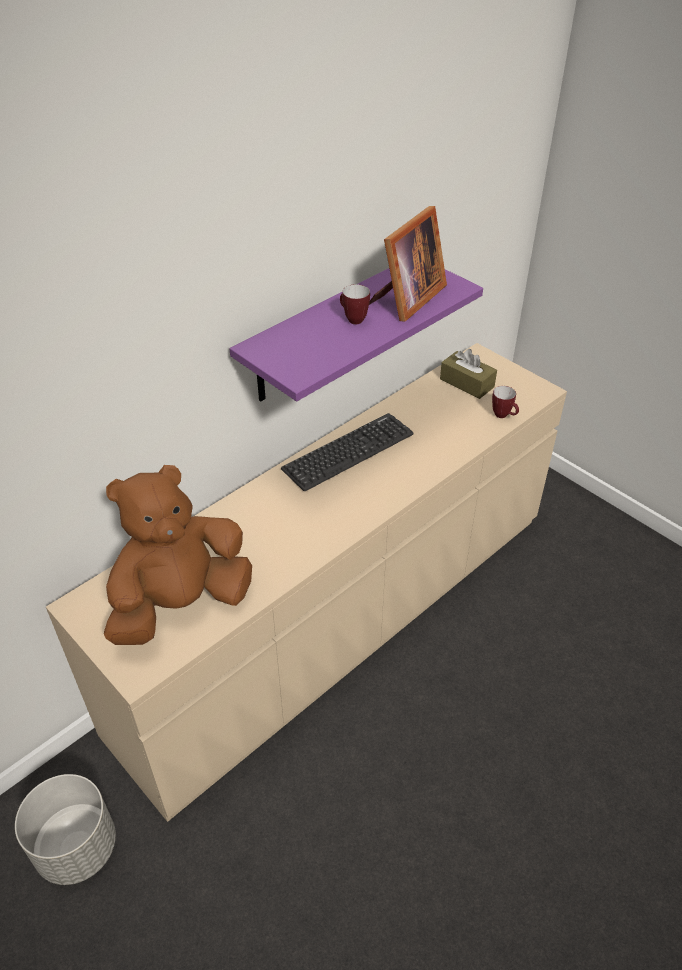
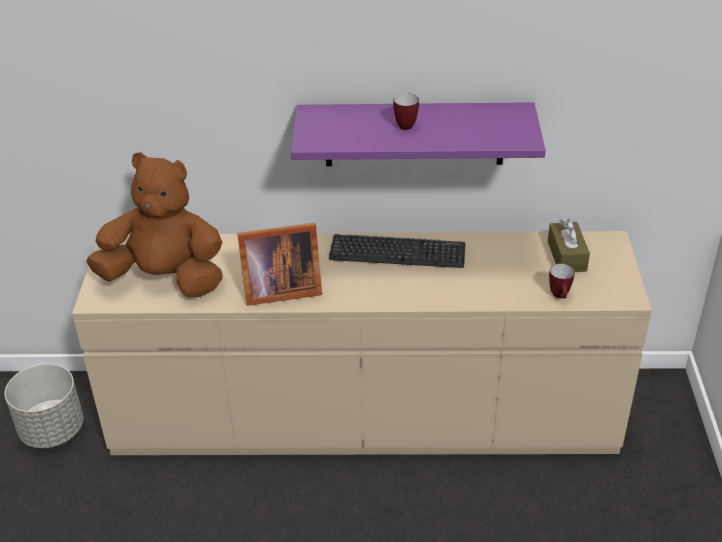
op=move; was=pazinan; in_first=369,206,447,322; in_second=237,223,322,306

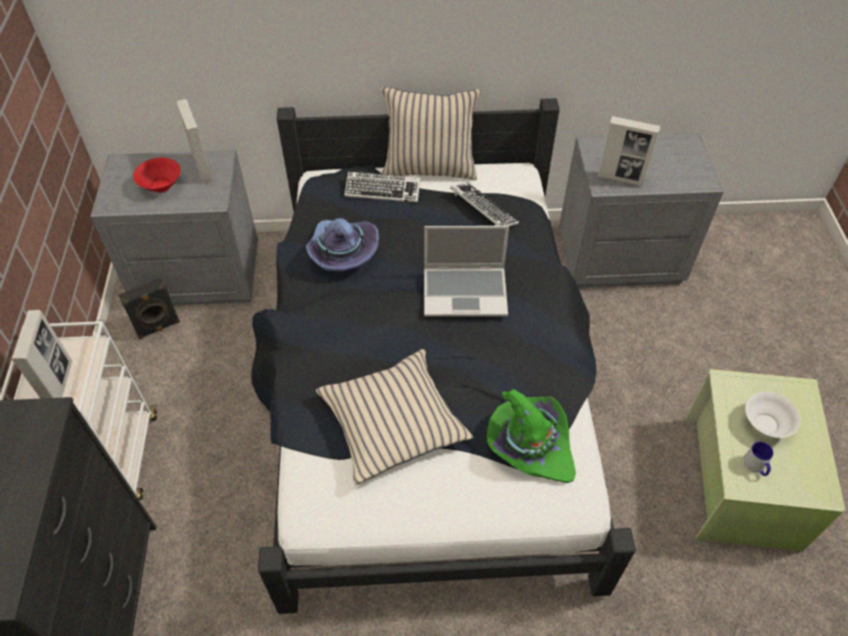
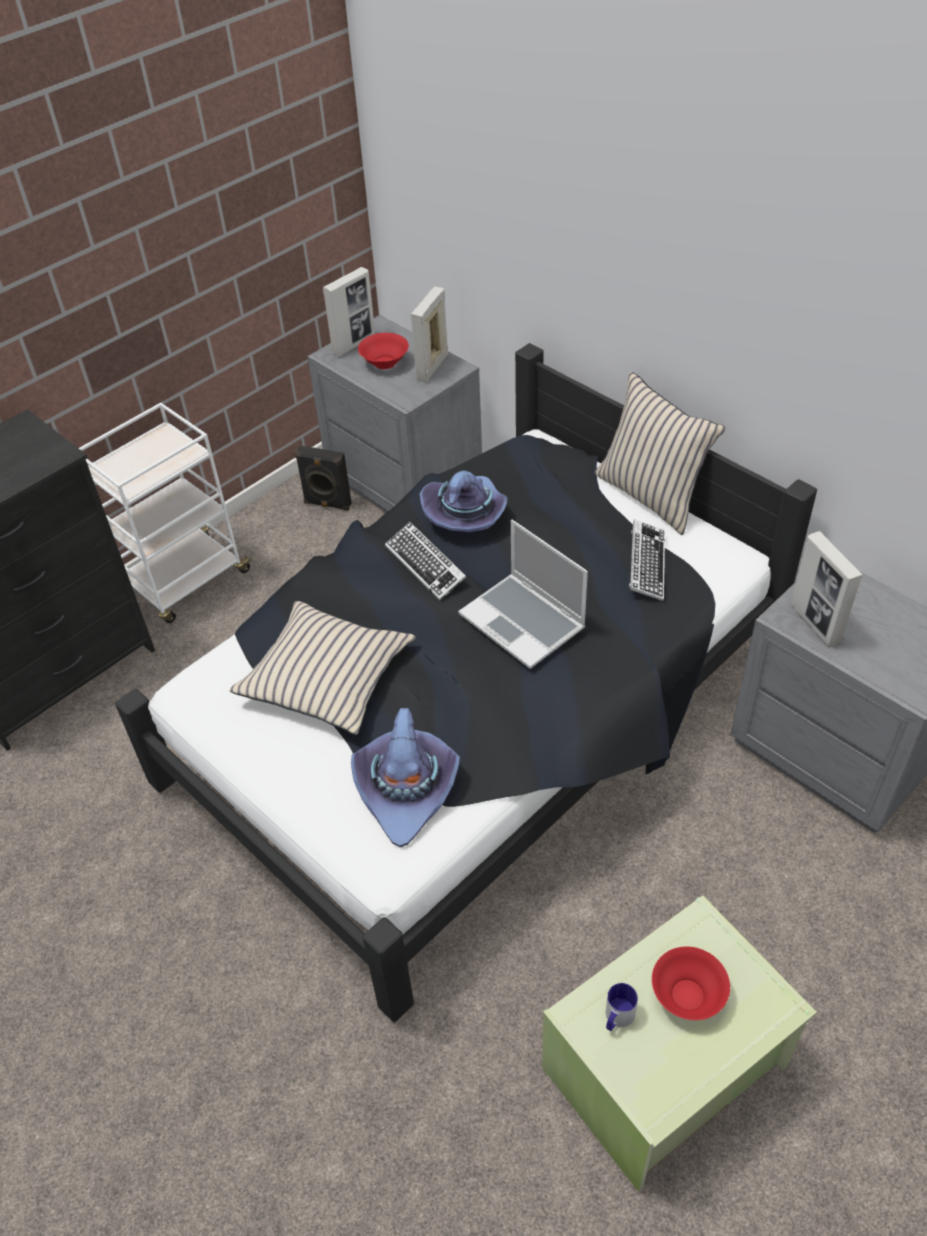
op=move; was=pazinan; in_first=11,310,72,399; in_second=323,267,375,357
op=move; was=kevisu; in_first=345,172,421,203; in_second=385,522,466,601
op=recolor; was=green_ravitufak; now=purple_ravitufak; in_first=487,389,576,483; in_second=351,708,460,847
op=recolor; was=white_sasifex; now=red_sasifex; in_first=745,392,801,438; in_second=652,946,730,1020

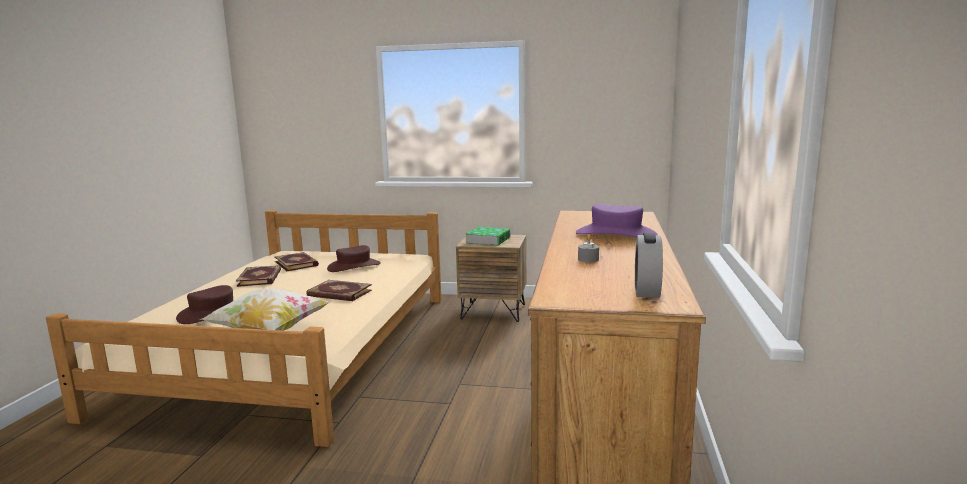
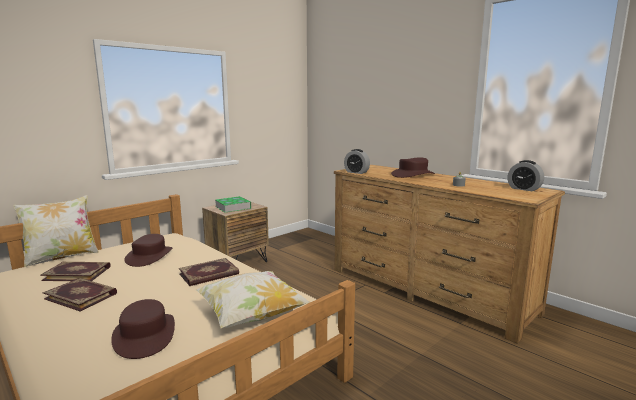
op=recolor; was=purple_ravitufak; now=brown_ravitufak; in_first=576,204,658,237; in_second=391,157,435,178
op=insert; now=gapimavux; in_second=13,195,99,267
op=insert; now=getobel; in_second=344,149,370,174

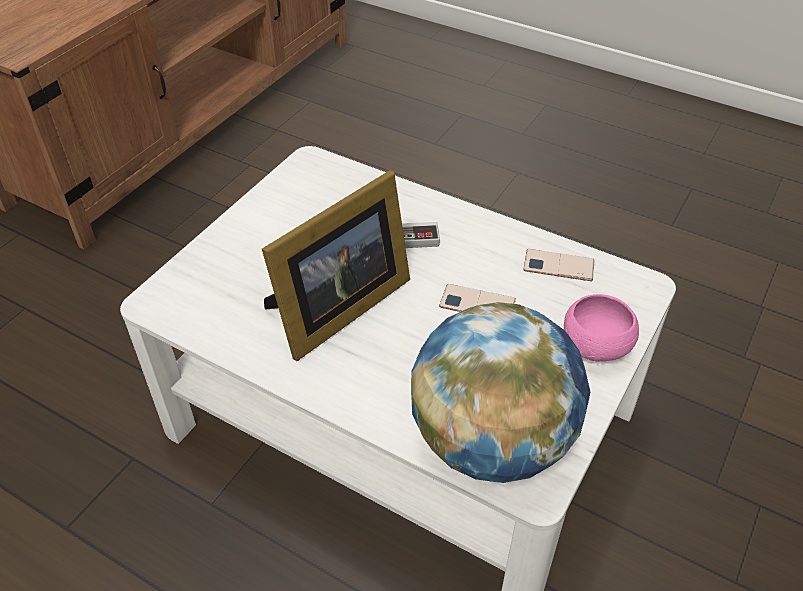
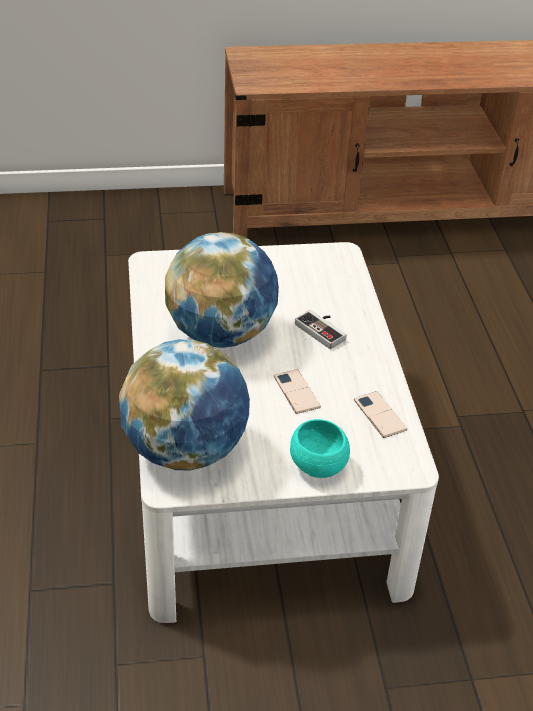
op=replace; was=pazinan; now=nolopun; in_first=262,170,410,361; in_second=165,232,279,348
op=recolor; was=pink_sasifex; now=turquoise_sasifex; in_first=564,294,639,362; in_second=290,419,350,478

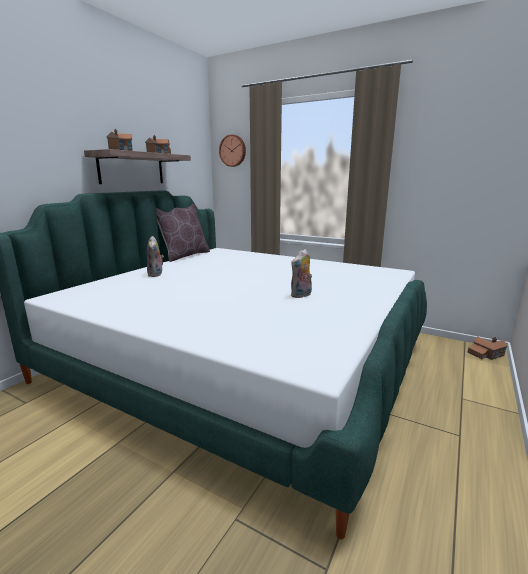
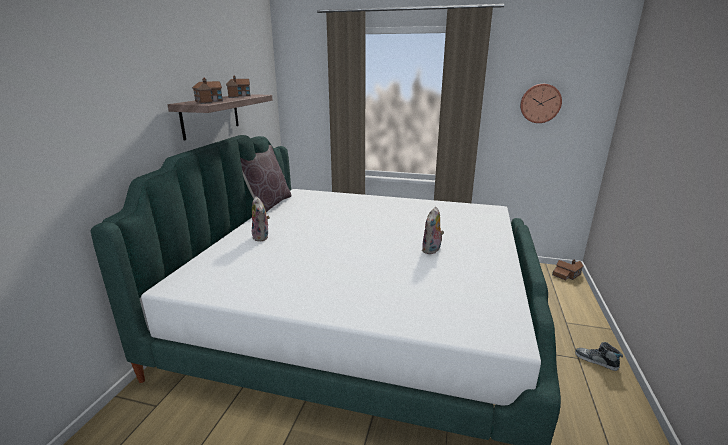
op=move; was=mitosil; in_first=219,134,246,167; in_second=520,84,562,123
op=insert; now=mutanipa; in_second=575,342,623,371

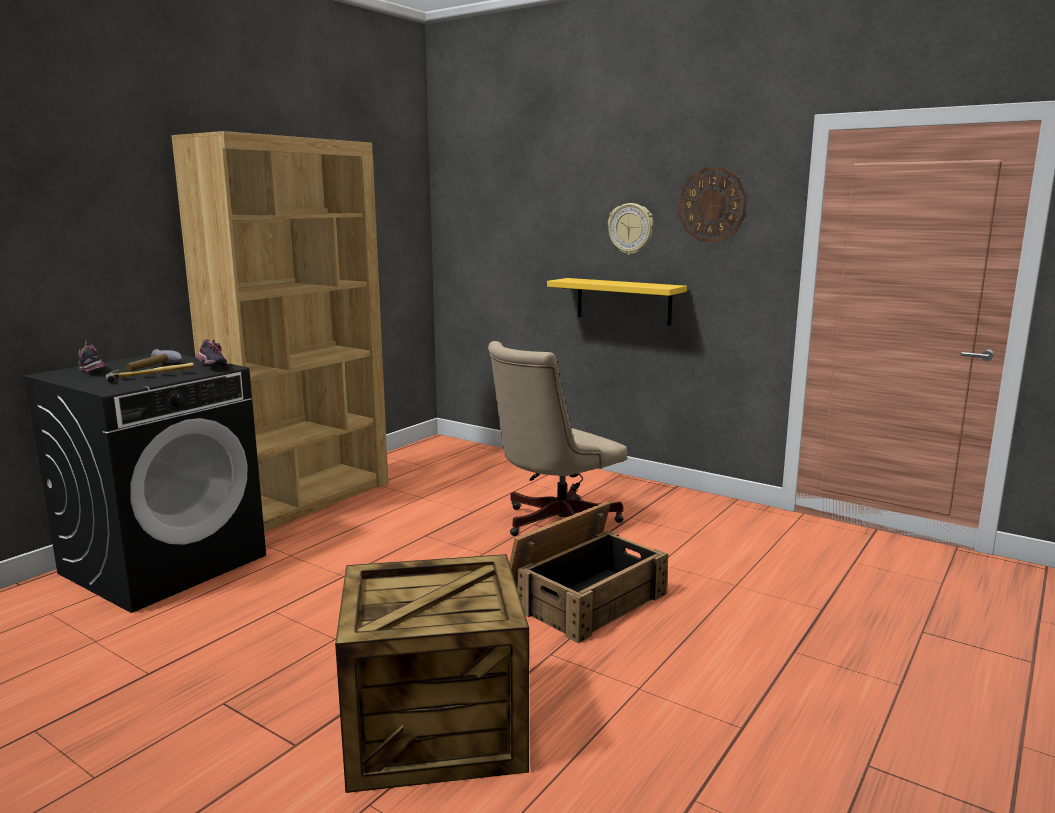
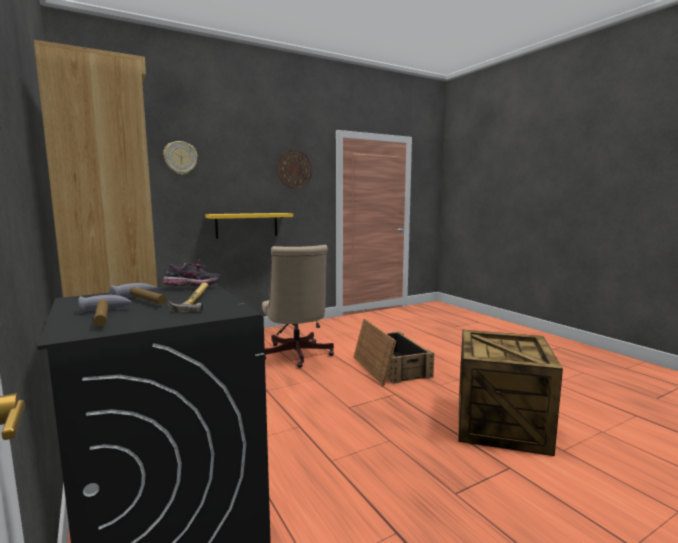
op=replace; was=mutanipa; now=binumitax; in_first=78,341,106,373; in_second=78,295,132,326
op=move; was=mitosil; in_first=608,203,653,255; in_second=163,141,198,175

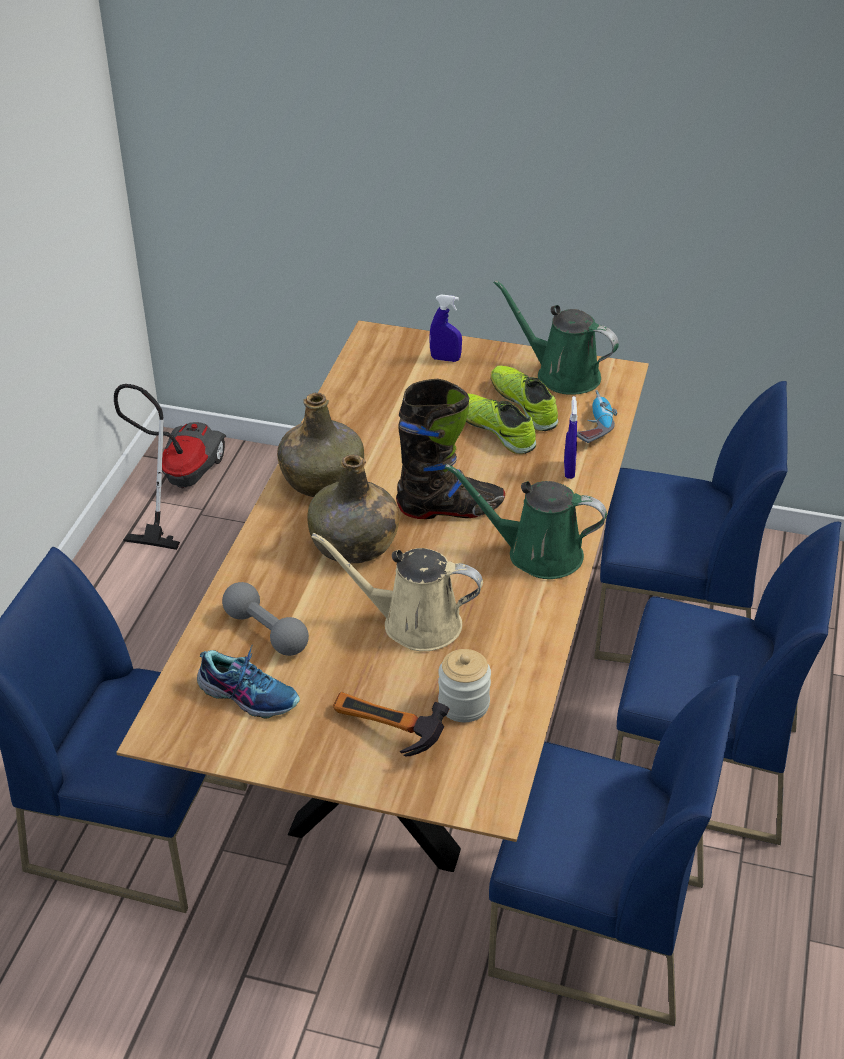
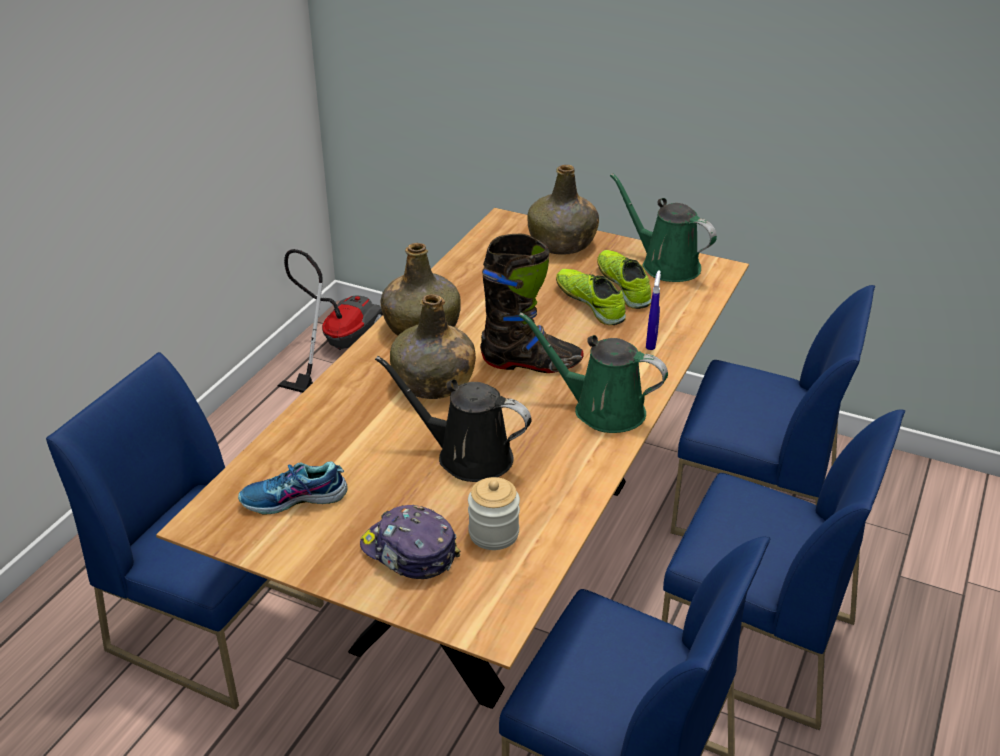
op=rotate; was=mutanipa; in_first=197,644,300,719; in_second=238,461,348,515; clockwise=135
op=delete; was=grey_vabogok; in_first=222,582,309,656
op=recolor; was=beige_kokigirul; now=black_kokigirul; in_first=311,533,483,651; in_second=375,356,532,482
op=replace; was=binumitax; now=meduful; in_first=333,692,449,756; in_second=360,505,460,579
op=replace; was=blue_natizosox; now=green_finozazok; in_first=429,294,462,362; in_second=527,165,599,255
op=delete; was=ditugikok; in_first=577,390,617,443

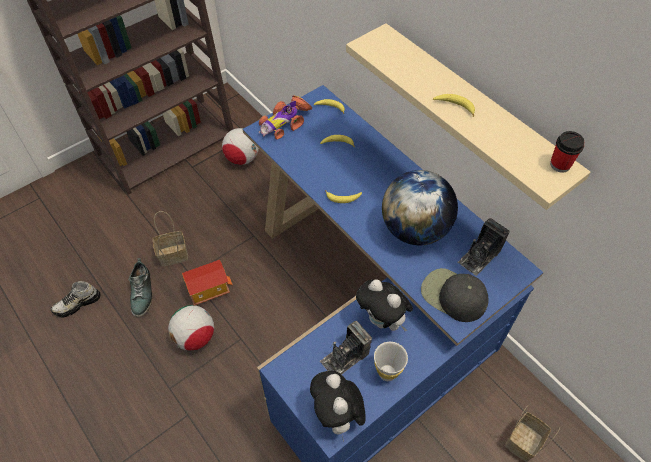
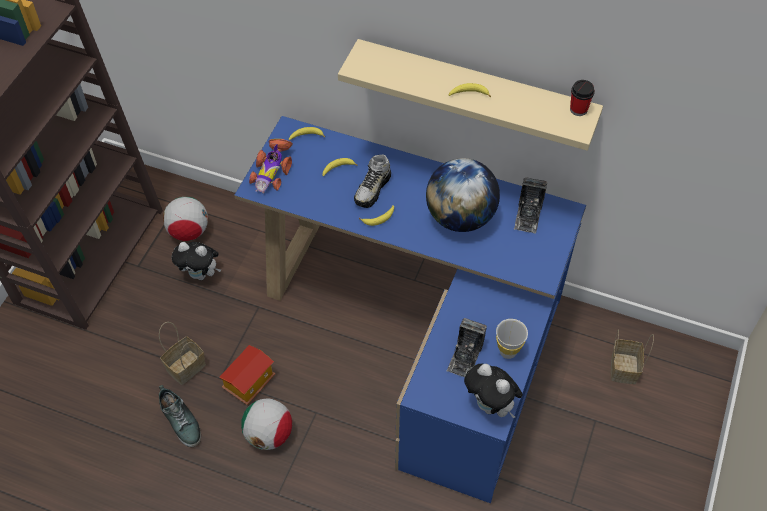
op=move; was=mutanipa; in_first=51,281,101,317; in_second=354,154,391,208
op=move; was=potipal; in_first=356,279,413,331; in_second=172,242,221,280
op=delete; was=black_meduful; in_first=421,268,489,322

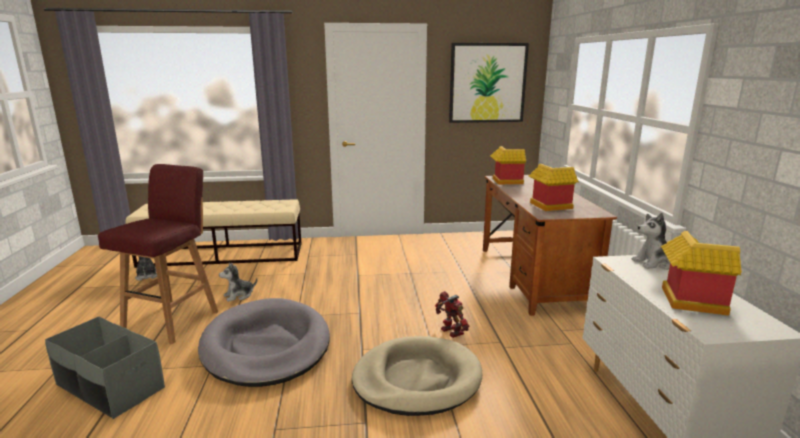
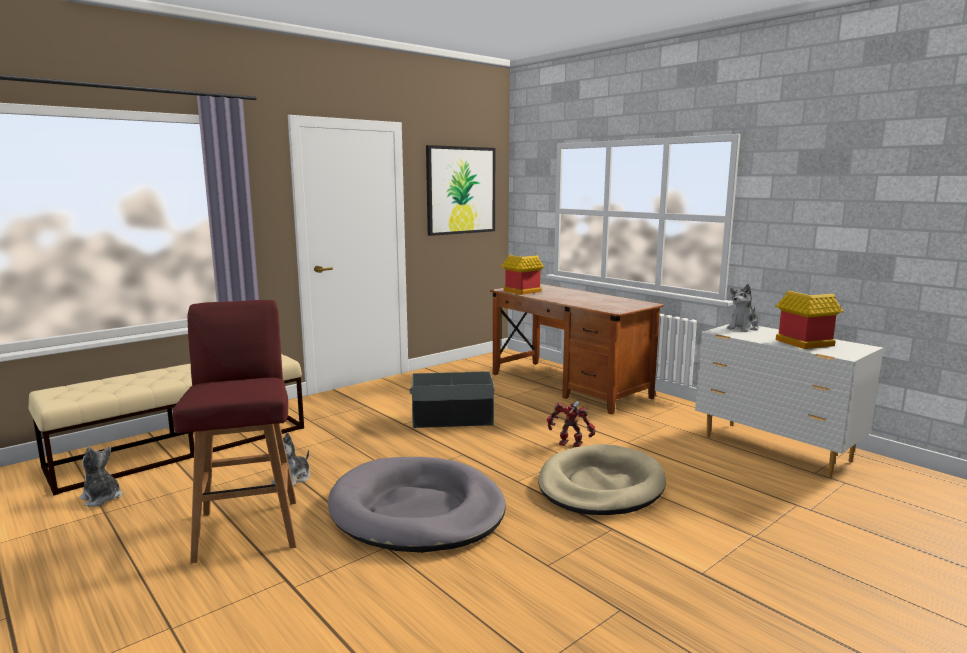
op=move; was=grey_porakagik; in_first=45,316,165,419; in_second=410,371,494,428
op=delete; was=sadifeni; in_first=529,164,578,211

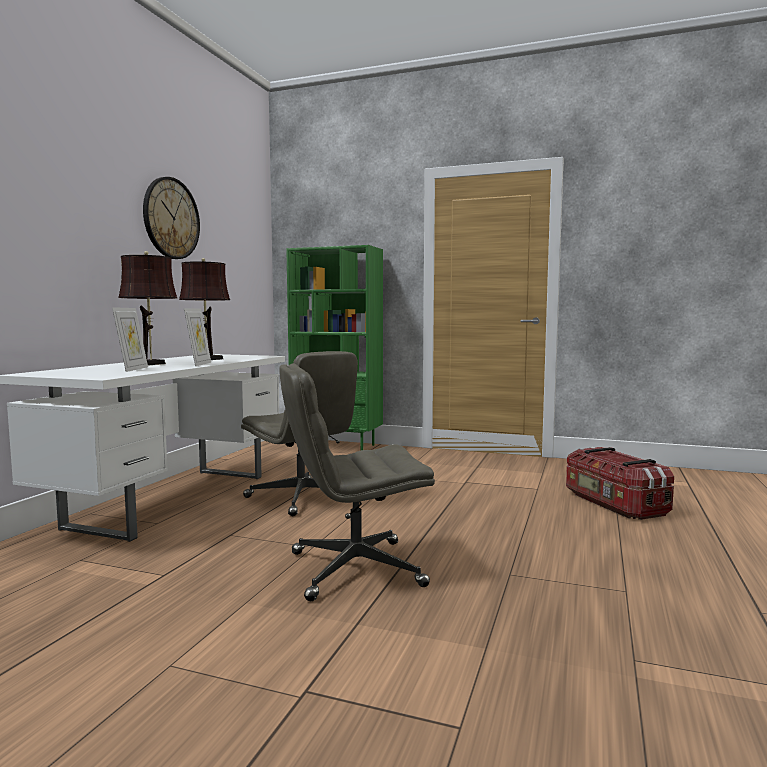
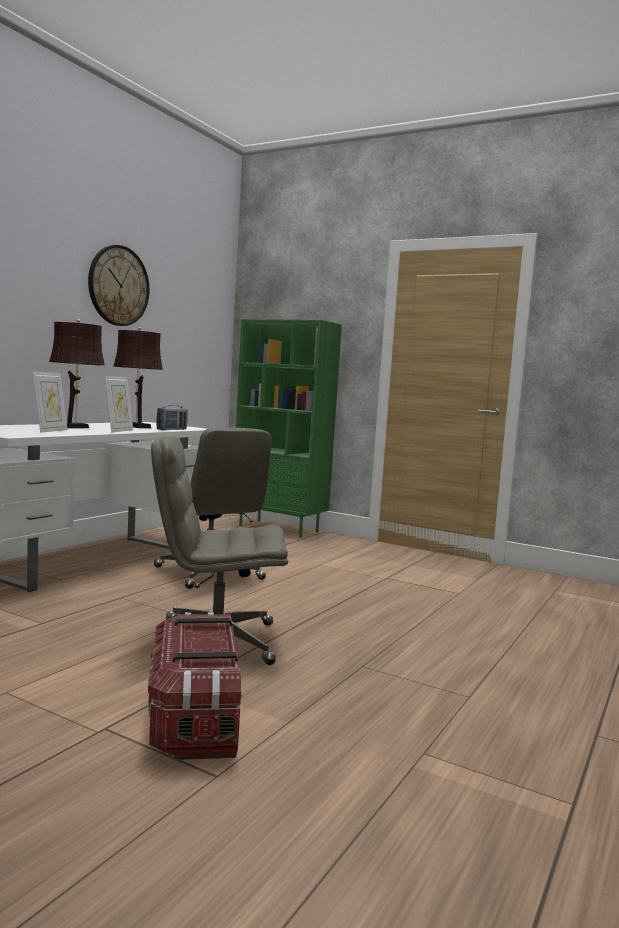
op=move; was=porakagik; in_first=566,447,674,520; in_second=148,612,242,760
op=insert; now=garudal; in_second=156,405,188,430

